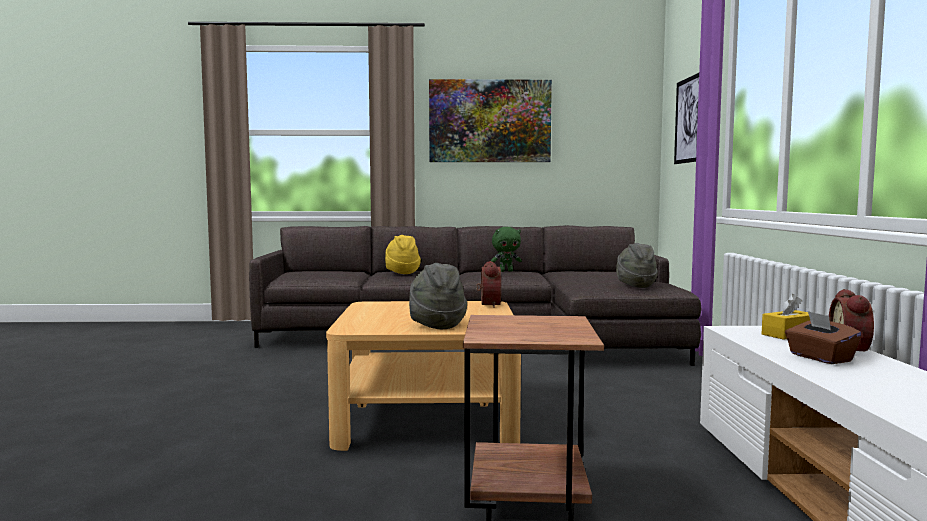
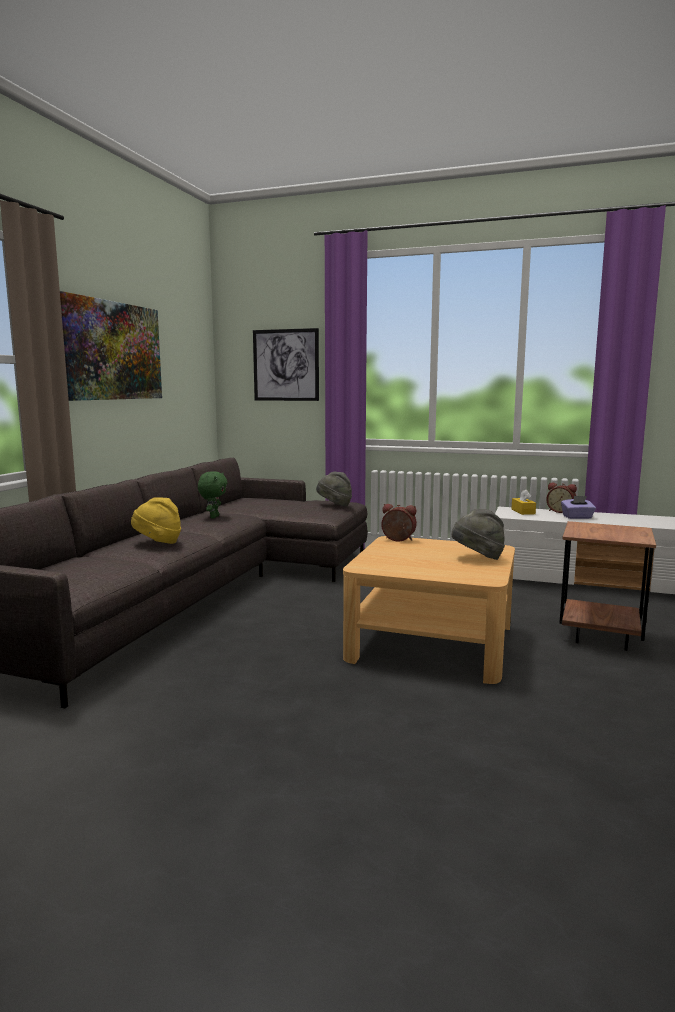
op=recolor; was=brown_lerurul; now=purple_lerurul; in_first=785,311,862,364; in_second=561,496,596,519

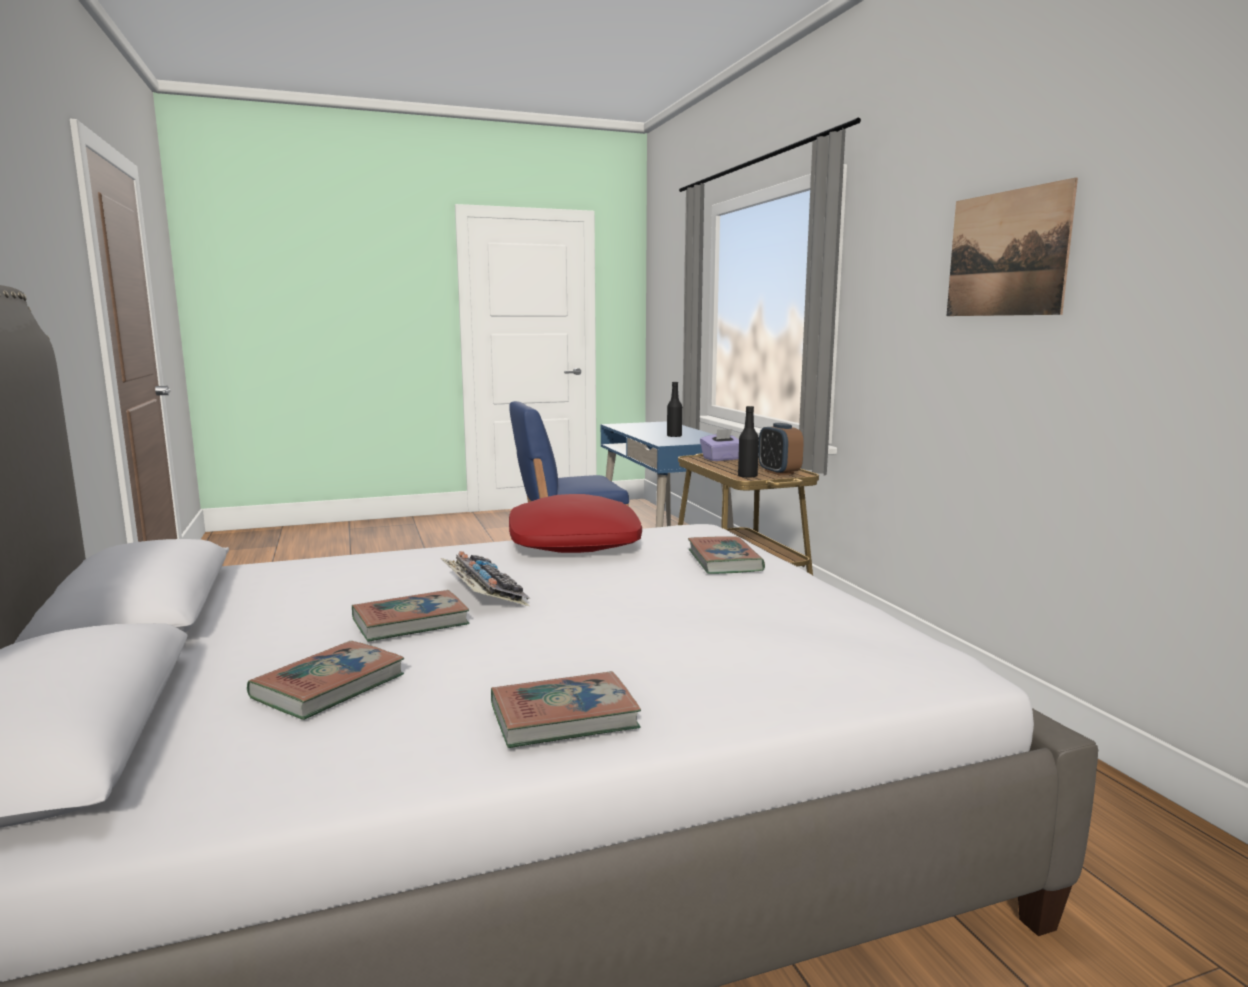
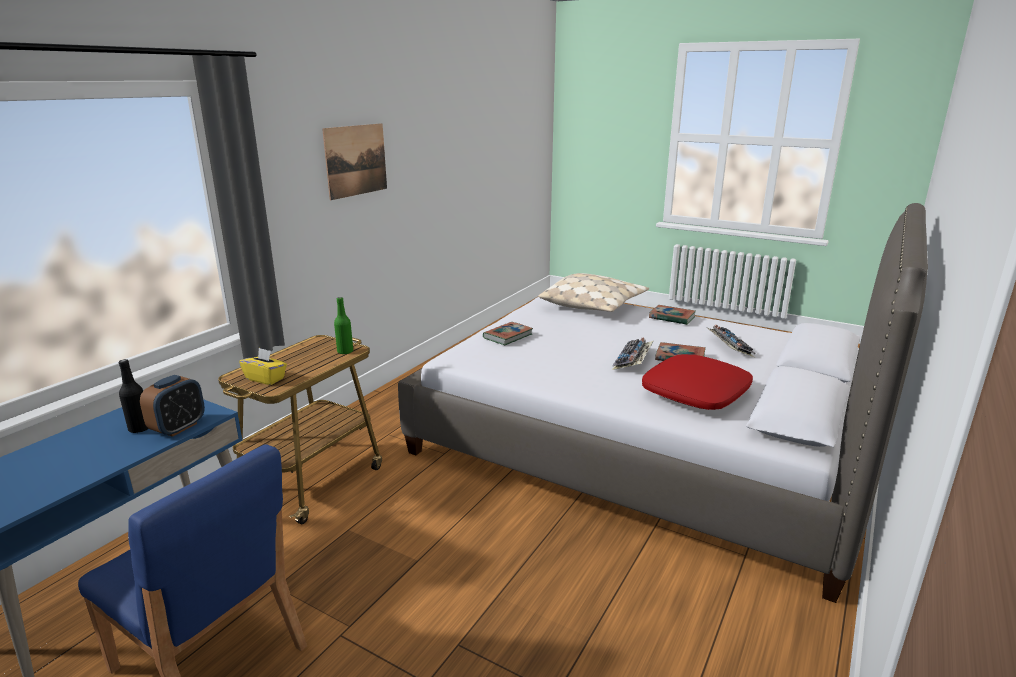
op=replace; was=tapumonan; now=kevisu; in_first=247,641,404,720; in_second=706,325,756,358
op=move; was=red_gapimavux; in_first=509,494,642,553; in_second=642,354,753,410
op=recolor; was=purple_lerurul; now=yellow_lerurul; in_first=700,429,739,461; in_second=239,348,287,385
op=recolor; was=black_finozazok; now=green_finozazok; in_first=738,406,759,478; in_second=334,297,353,355
op=move; was=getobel; in_first=758,423,804,476; in_second=140,375,205,437
op=insert; now=beige_gapimavux; in_second=538,273,649,312

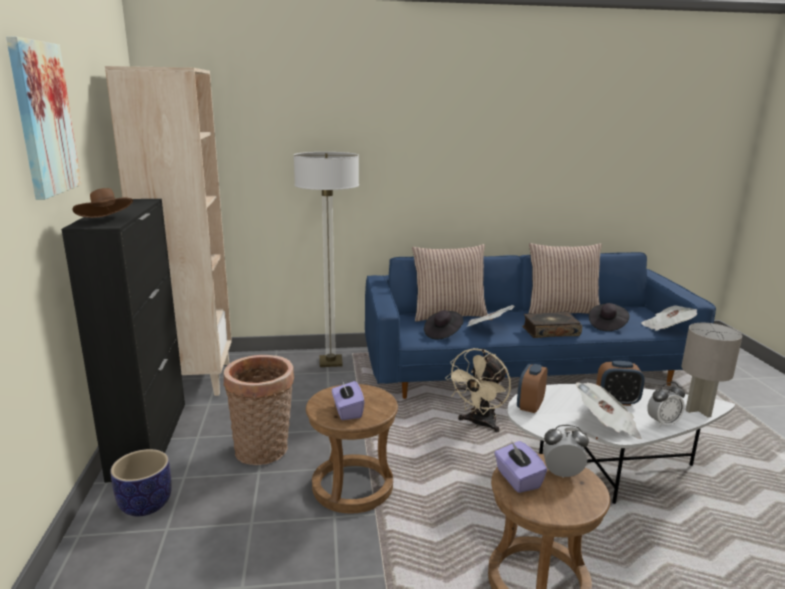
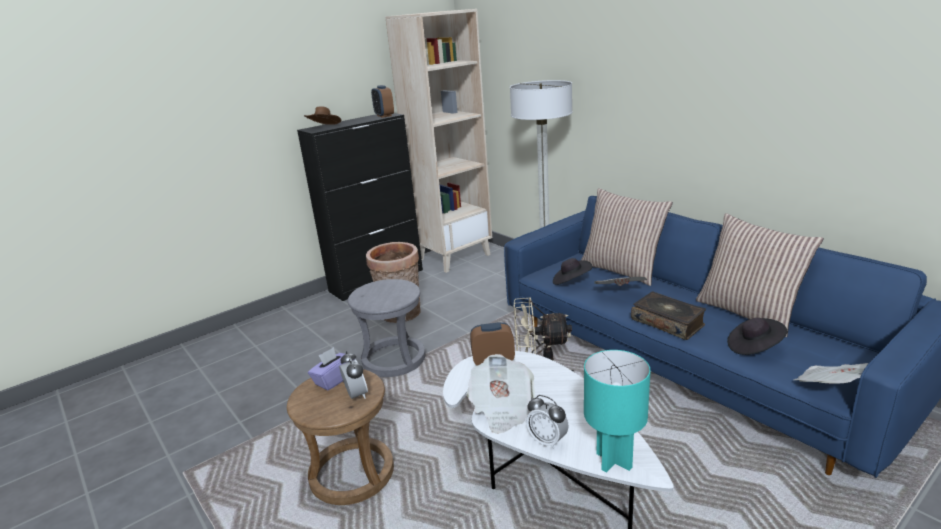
op=delete; was=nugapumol; in_first=6,36,82,200
op=delete; was=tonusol; in_first=110,449,172,516
op=recolor; was=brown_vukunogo; now=grey_vukunogo; in_first=306,384,398,513; in_second=348,279,426,377
op=delete; was=purple_lerurul; in_first=332,380,364,420
op=move; was=getobel; in_first=596,361,645,406; in_second=371,85,394,118
op=recolor; was=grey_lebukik; now=turquoise_lebukik; in_first=682,323,742,417; in_second=584,350,650,473

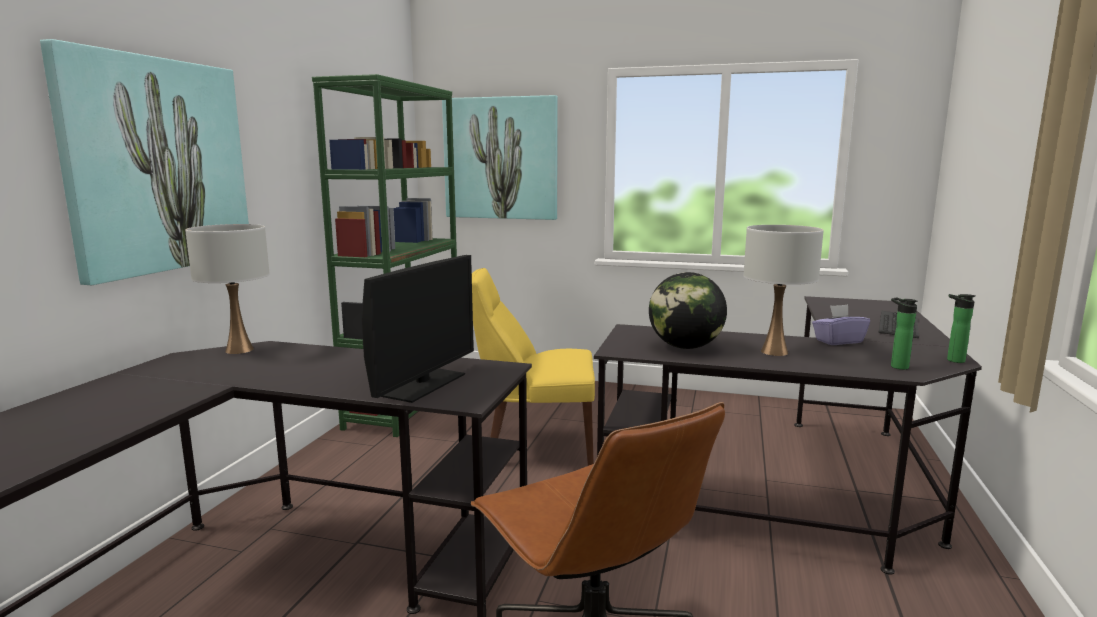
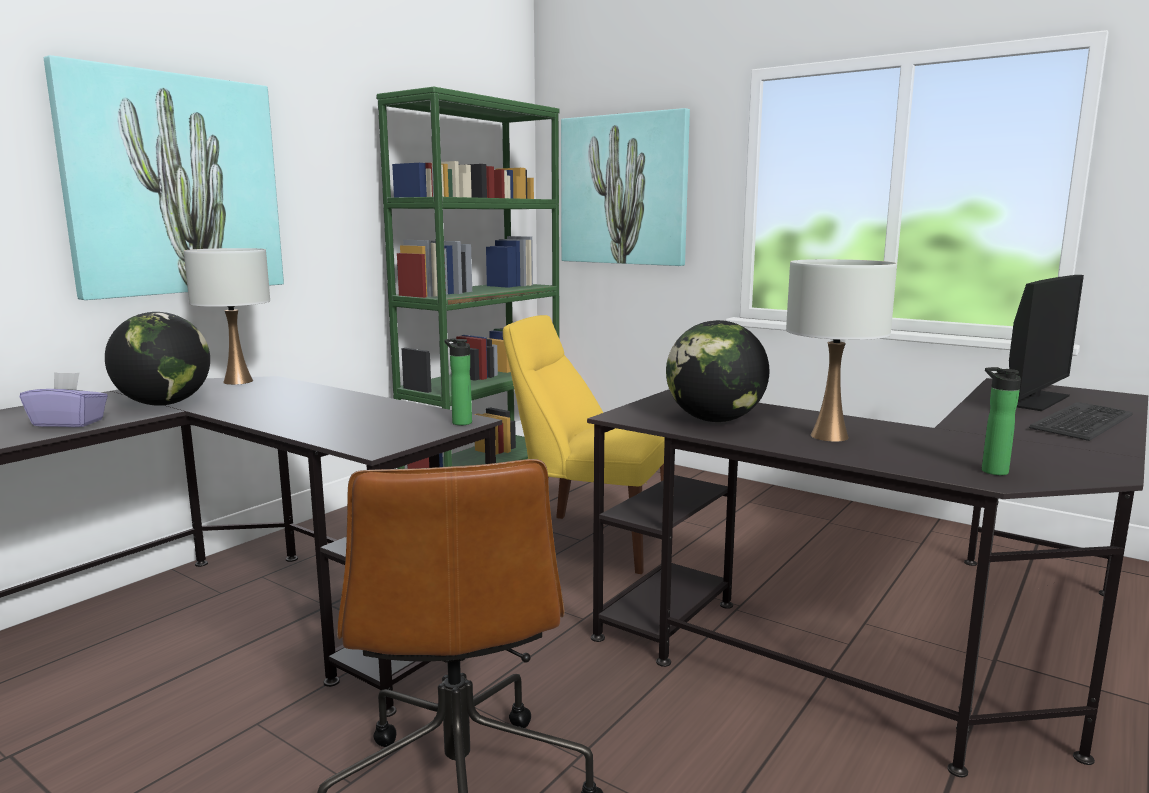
op=move; was=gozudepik; in_first=361,255,474,403; in_second=1009,275,1084,411
op=move; was=purple_lerurul; in_first=812,304,870,345; in_second=20,372,108,427
op=move; was=finozazok; in_first=947,294,976,363; in_second=444,338,472,425
op=insert; now=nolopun; in_second=105,312,210,405

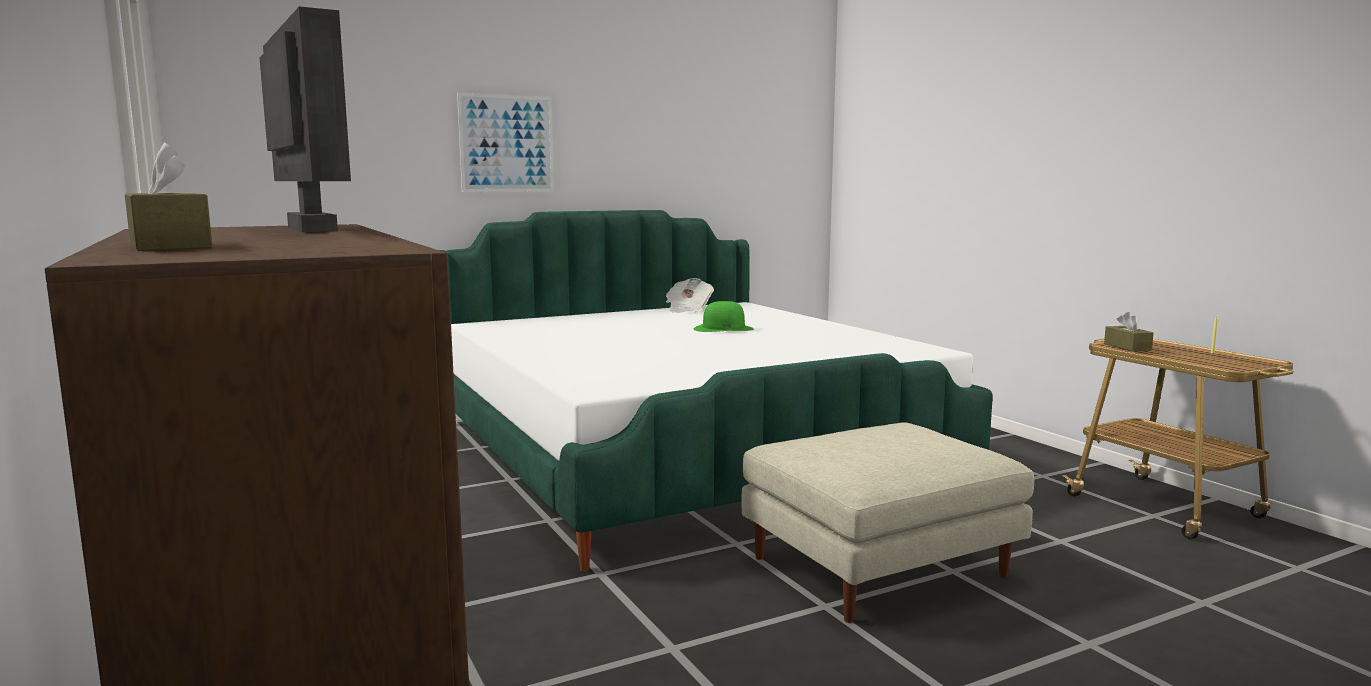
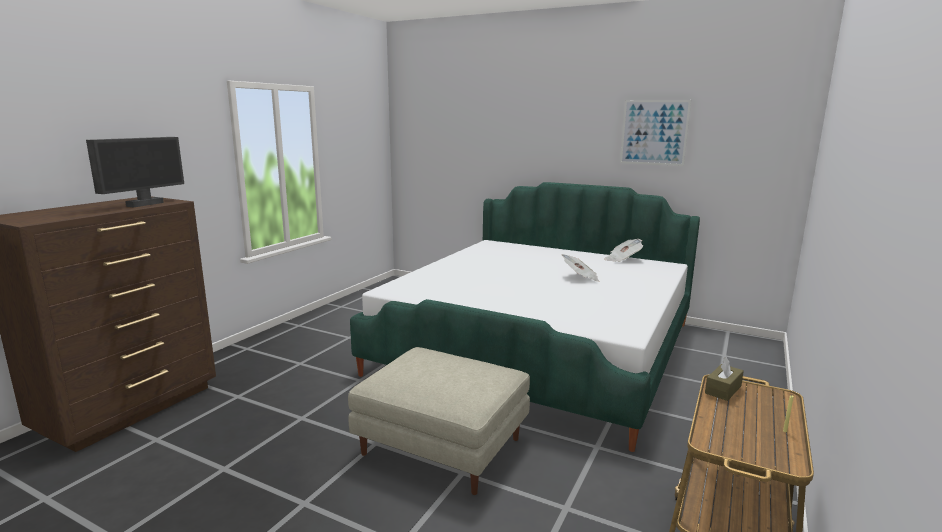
op=delete; was=brown_lerurul; in_first=125,143,212,251
op=move; was=nugapumol; in_first=457,93,554,192; in_second=620,100,691,166
op=replace; was=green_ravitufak; now=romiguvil; in_first=694,301,754,332; in_second=561,254,600,282

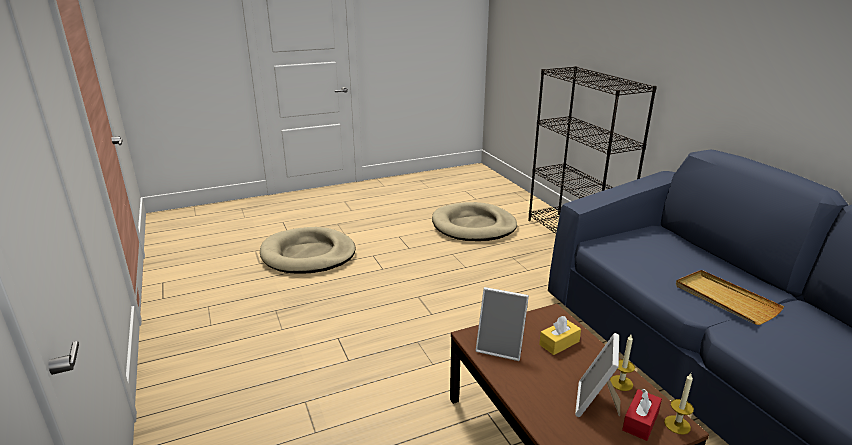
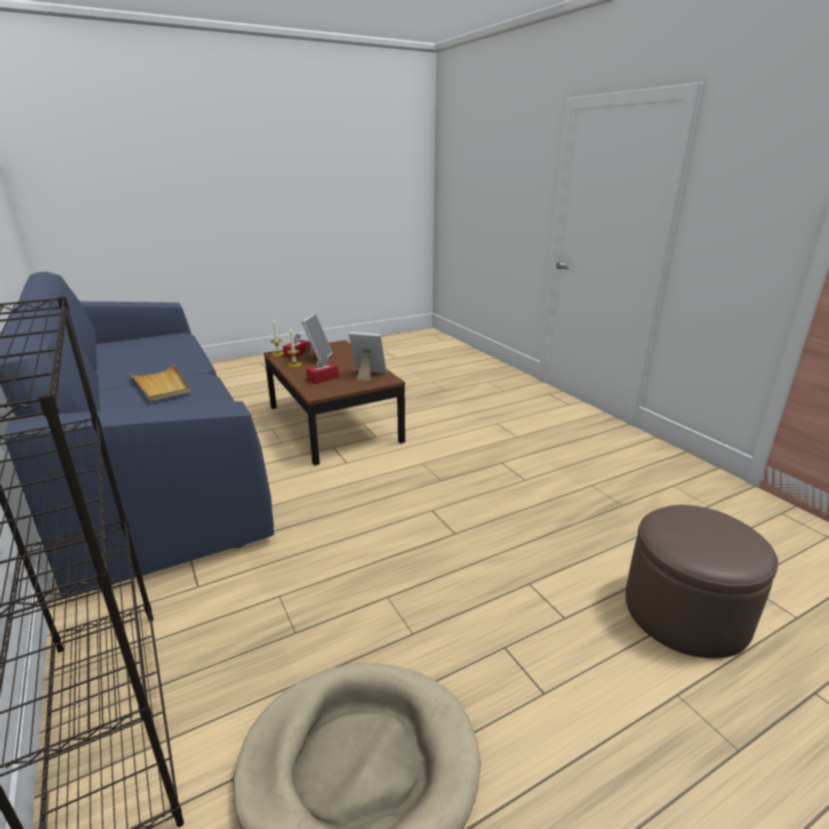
op=replace; was=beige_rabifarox; now=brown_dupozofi; in_first=260,227,355,274; in_second=626,505,778,658
op=recolor; was=yellow_lerurul; now=red_lerurul; in_first=539,316,581,355; in_second=306,356,339,384

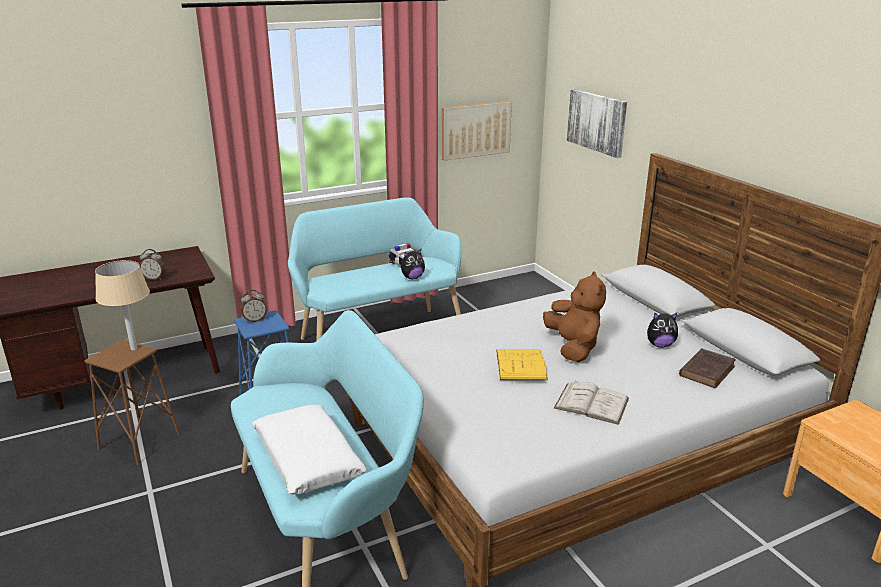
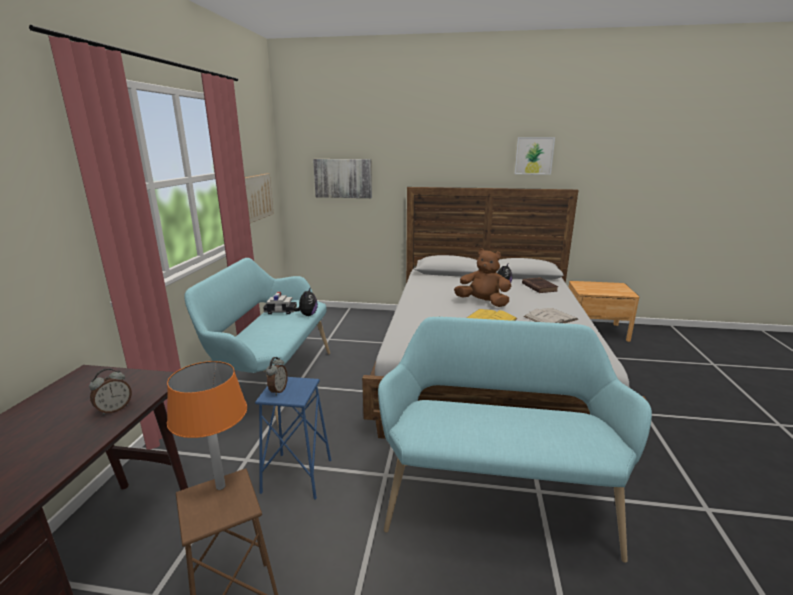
op=recolor; was=beige_lebukik; now=orange_lebukik; in_first=95,260,150,351; in_second=167,361,247,490
op=delete; was=white_gapimavux; in_first=252,404,367,494
op=insert; now=nugapumol; in_second=515,137,555,175

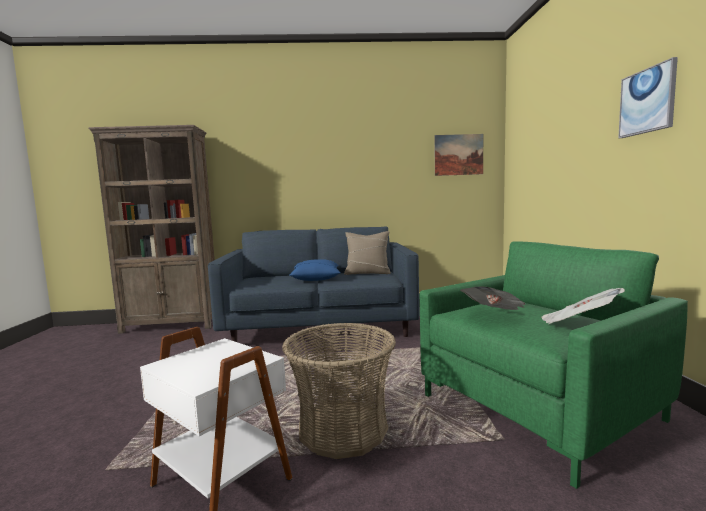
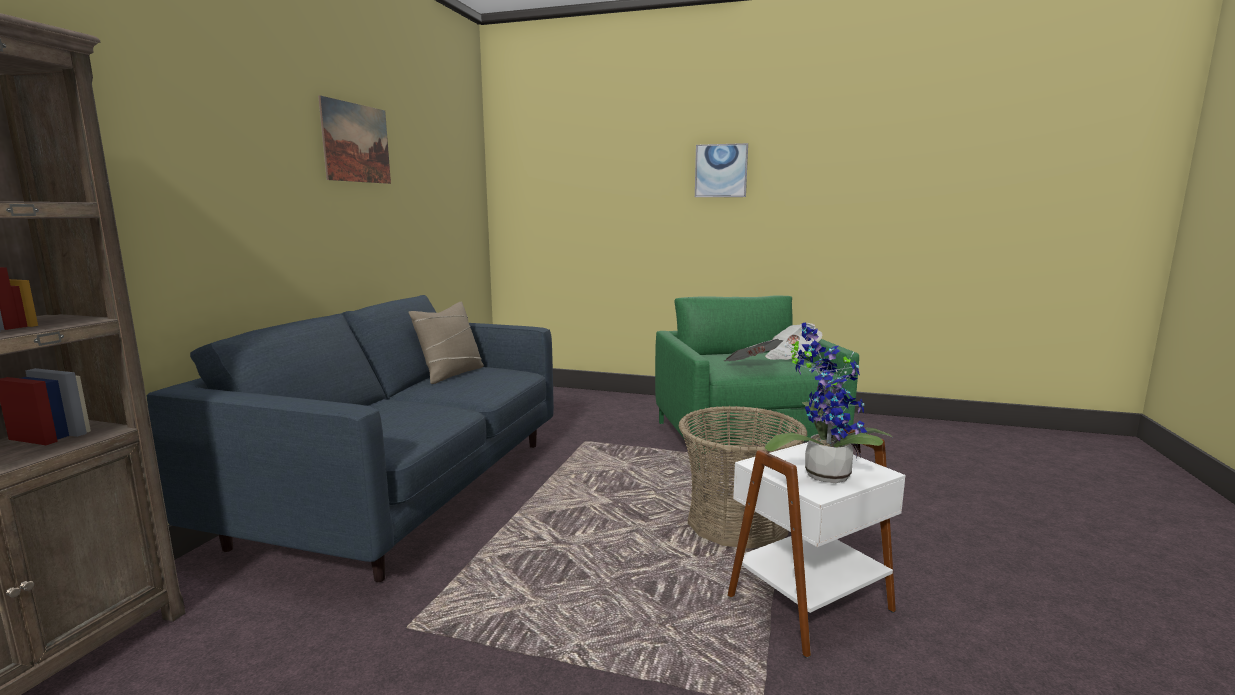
op=delete; was=blue_gapimavux; in_first=289,259,341,281
op=move; was=nugapumol; in_first=434,134,483,176; in_second=318,95,391,184
op=insert; now=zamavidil; in_second=765,322,892,483

